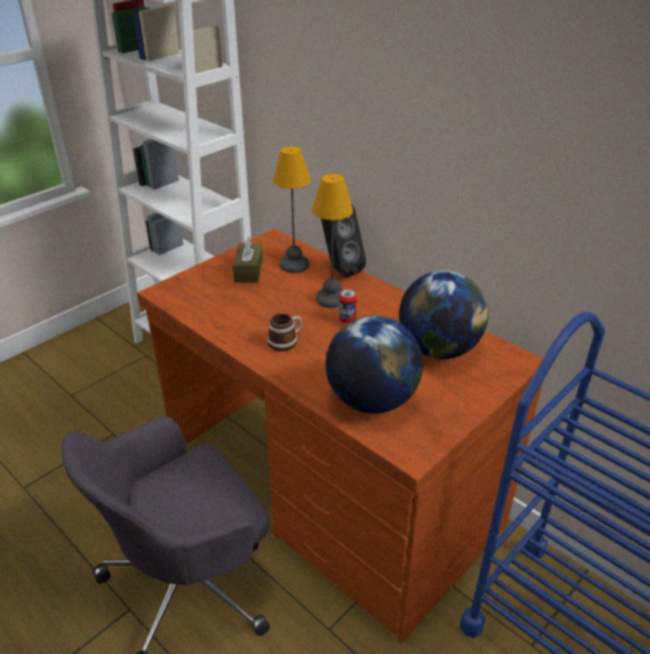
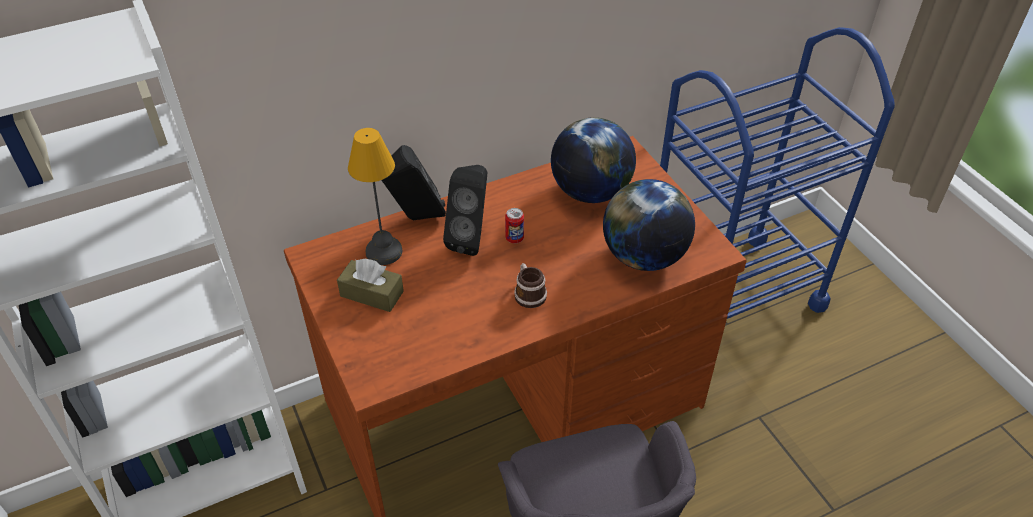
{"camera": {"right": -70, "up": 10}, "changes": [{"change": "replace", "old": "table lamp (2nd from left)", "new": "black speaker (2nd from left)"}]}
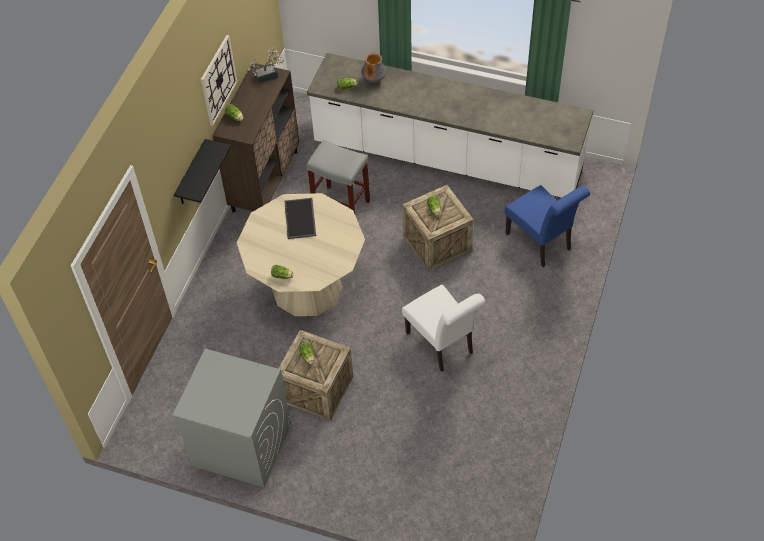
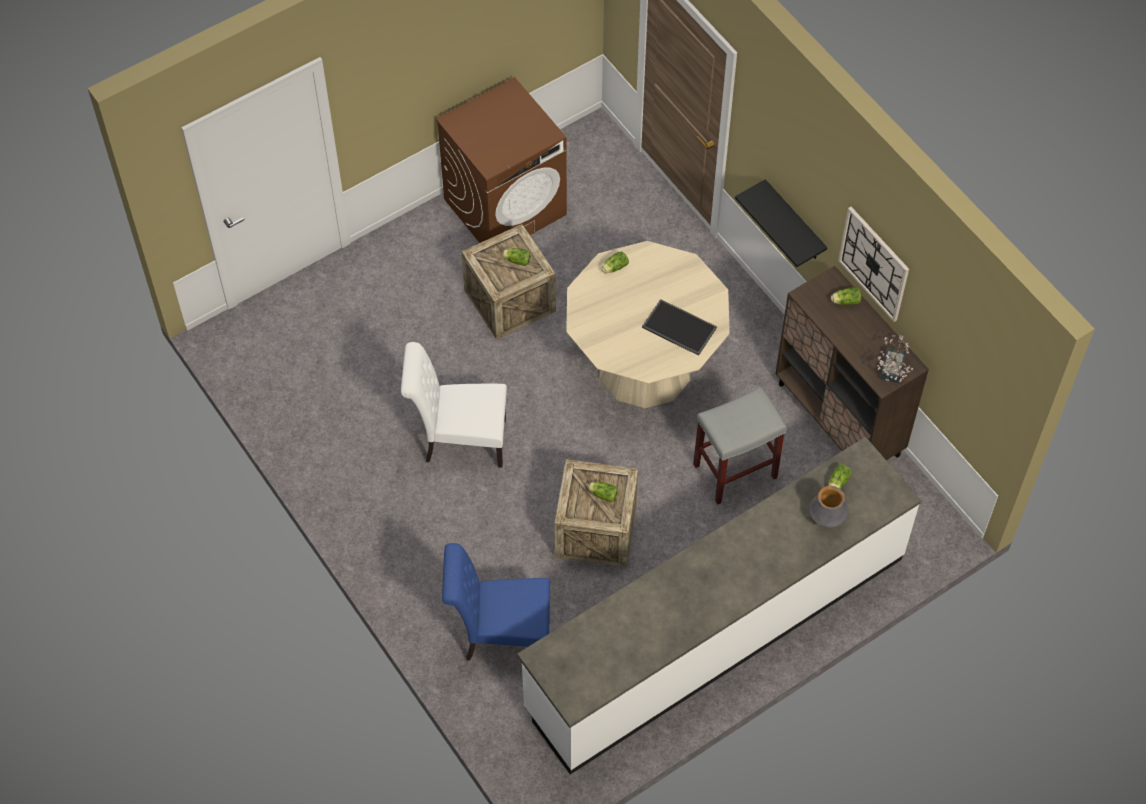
{"camera": {"right": 125, "up": 5}, "changes": [{"change": "recolor", "old": "grey washing machine", "new": "brown washing machine"}]}
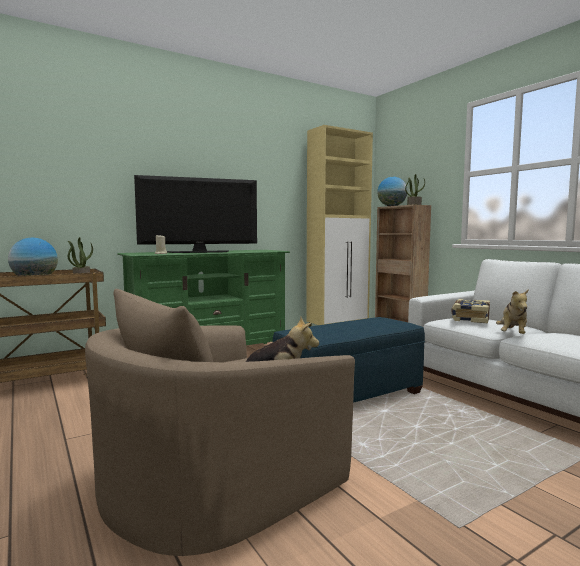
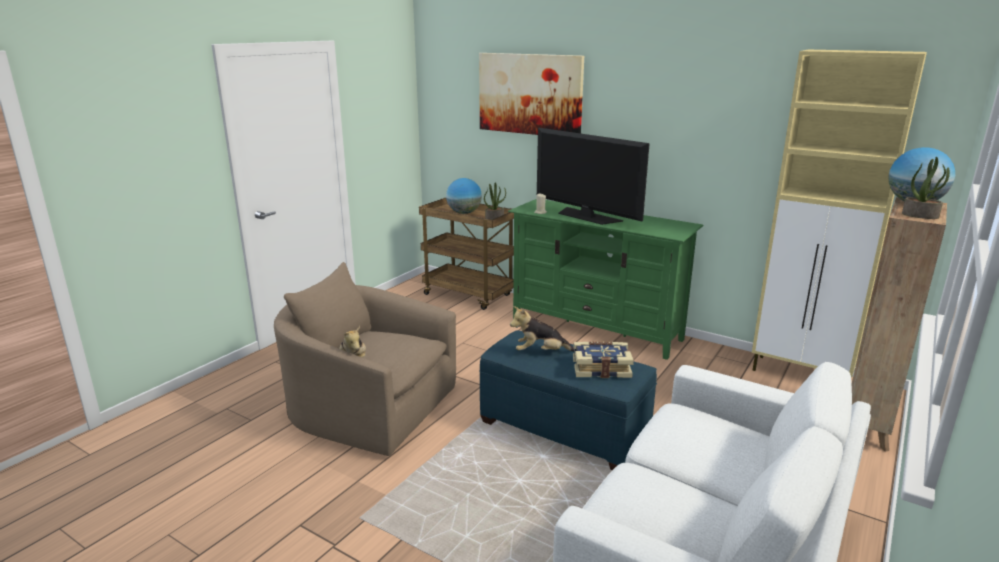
{"camera": {"right": 65, "up": 15}, "changes": [{"change": "move", "old": "plush toy (2nd from left)"}, {"change": "move", "old": "book"}, {"change": "insert", "new": "picture"}]}
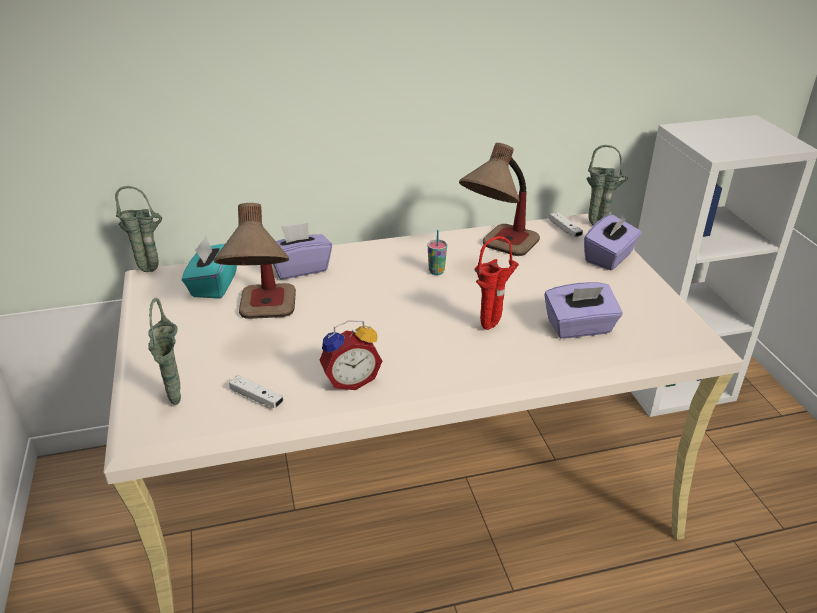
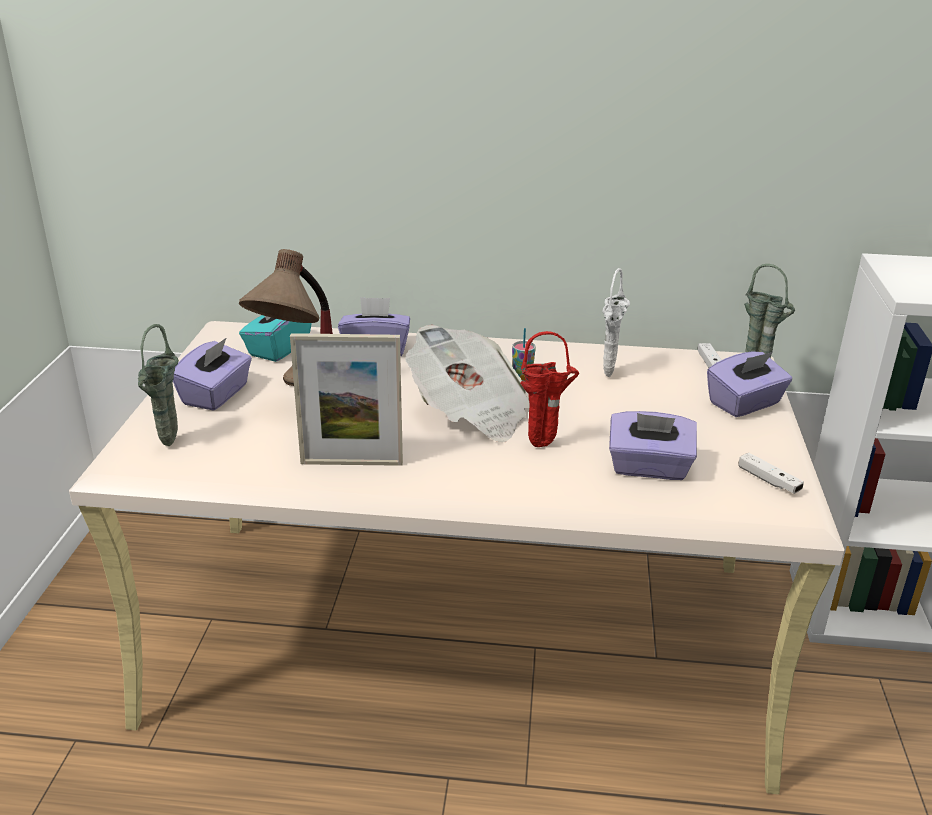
{"camera": {"right": 20, "up": -5}, "changes": [{"change": "replace", "old": "table lamp (2nd from left)", "new": "white vase"}, {"change": "delete", "old": "green vase (1st from left)"}, {"change": "replace", "old": "alarm clock", "new": "picture frame"}, {"change": "move", "old": "white game controller (1st from left in the first image)", "new": "white game controller (2nd from left)"}, {"change": "insert", "new": "newspaper"}, {"change": "insert", "new": "purple tissue box (1st from left)"}]}
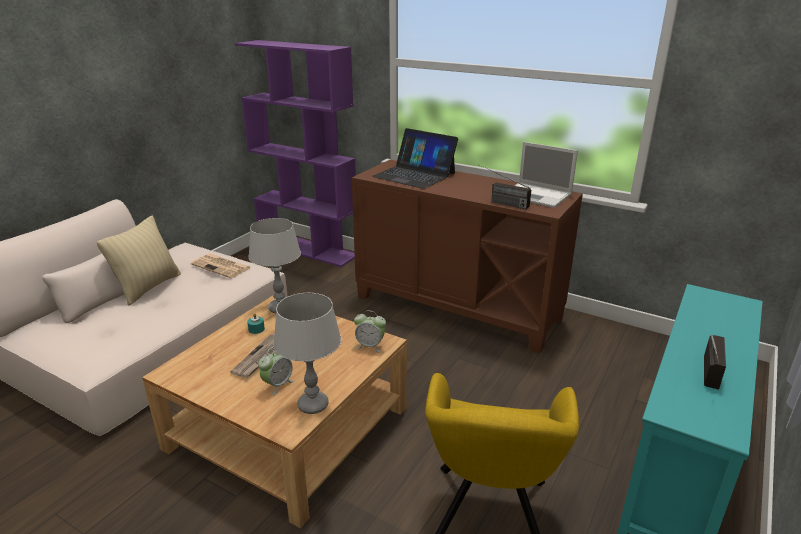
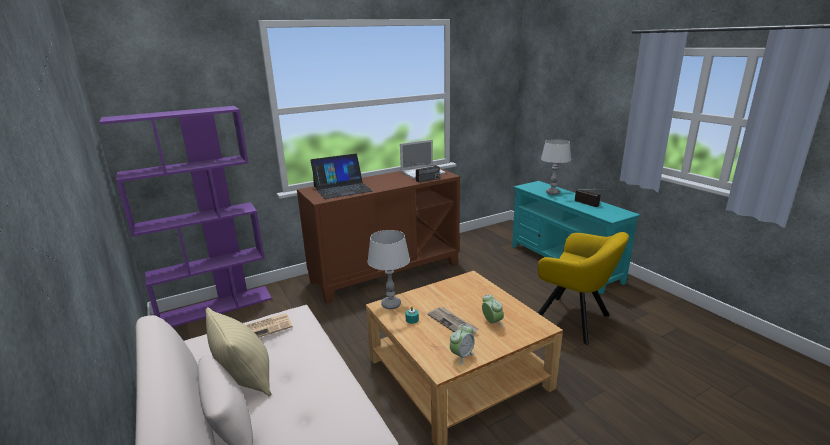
{"camera": {"right": -60, "up": -5}, "changes": [{"change": "move", "old": "grey table lamp (2nd from left)"}, {"change": "move", "old": "alarm clock (2nd from left in the first image)", "new": "alarm clock (1st from left)"}]}
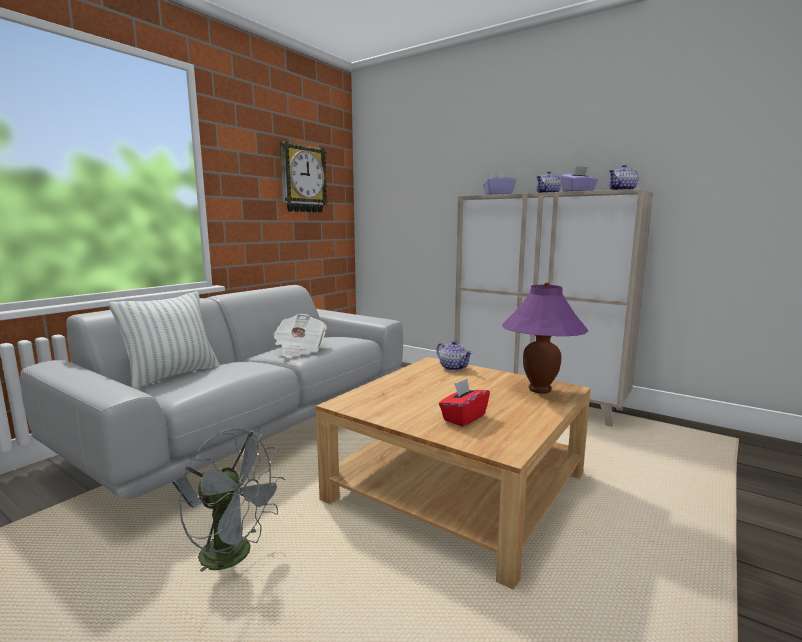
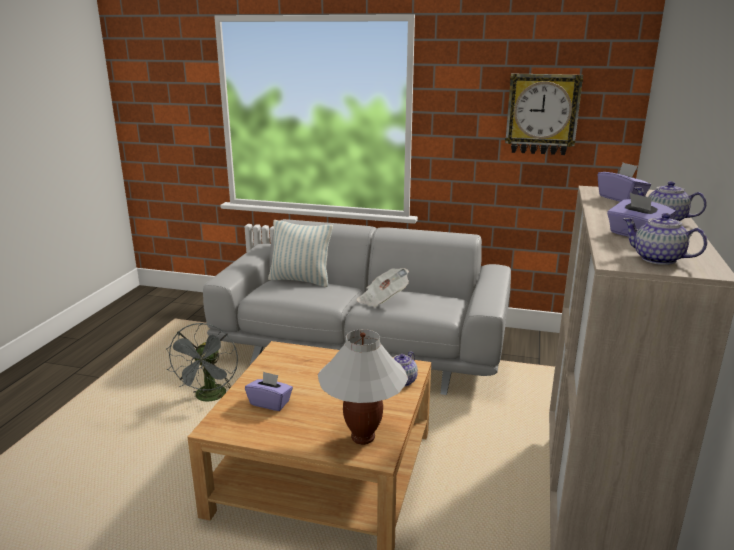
{"camera": {"right": 70, "up": 10}, "changes": [{"change": "recolor", "old": "purple table lamp", "new": "white table lamp"}, {"change": "recolor", "old": "red tissue box", "new": "purple tissue box (1st from left)"}]}
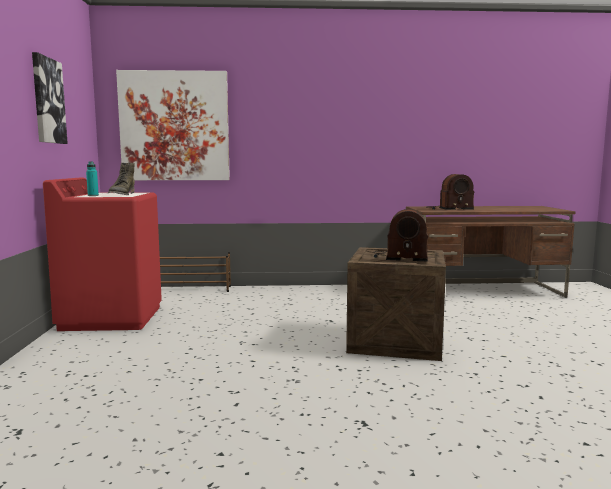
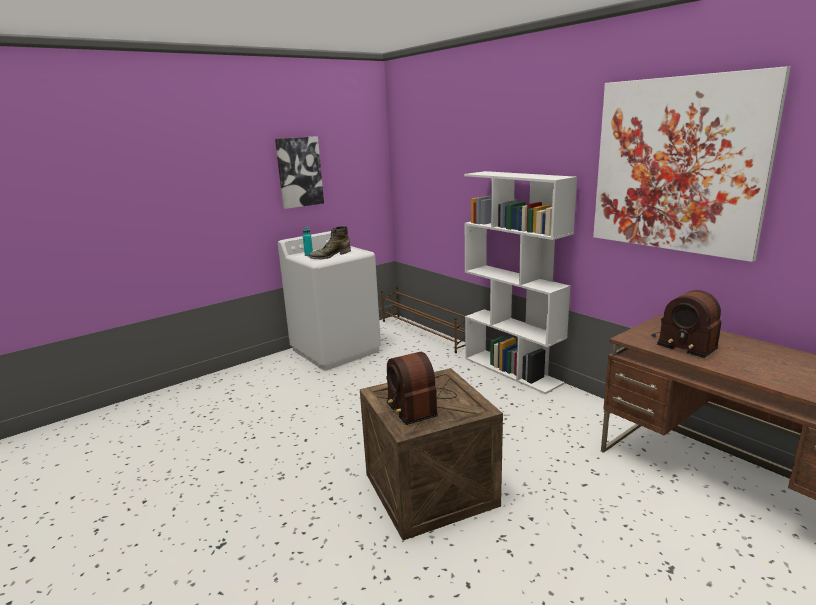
{"camera": {"right": 55, "up": 10}, "changes": [{"change": "move", "old": "picture (2nd from left)"}, {"change": "recolor", "old": "red washing machine", "new": "white washing machine"}, {"change": "insert", "new": "white bookcase"}]}
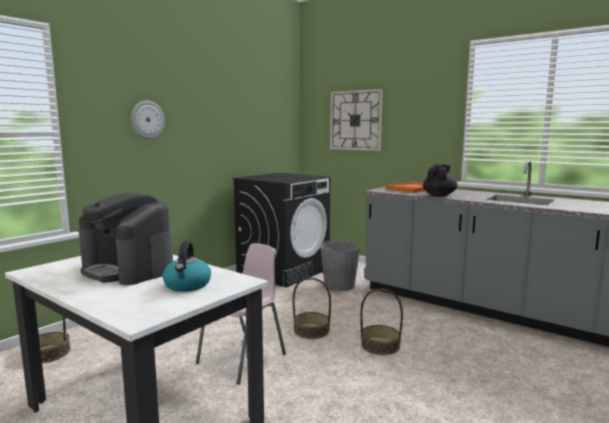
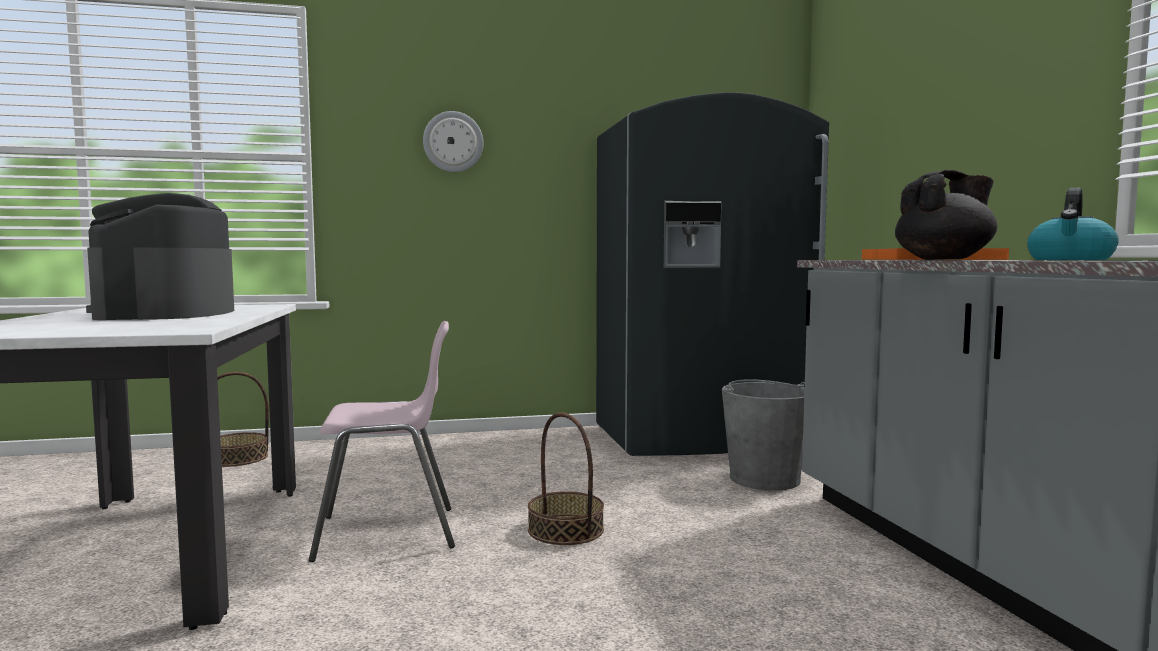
{"camera": {"right": 40, "up": -5}, "changes": [{"change": "delete", "old": "wall clock (2nd from left)"}, {"change": "replace", "old": "black washing machine", "new": "grey fridge"}, {"change": "move", "old": "kettle"}, {"change": "delete", "old": "basket (3rd from left)"}]}
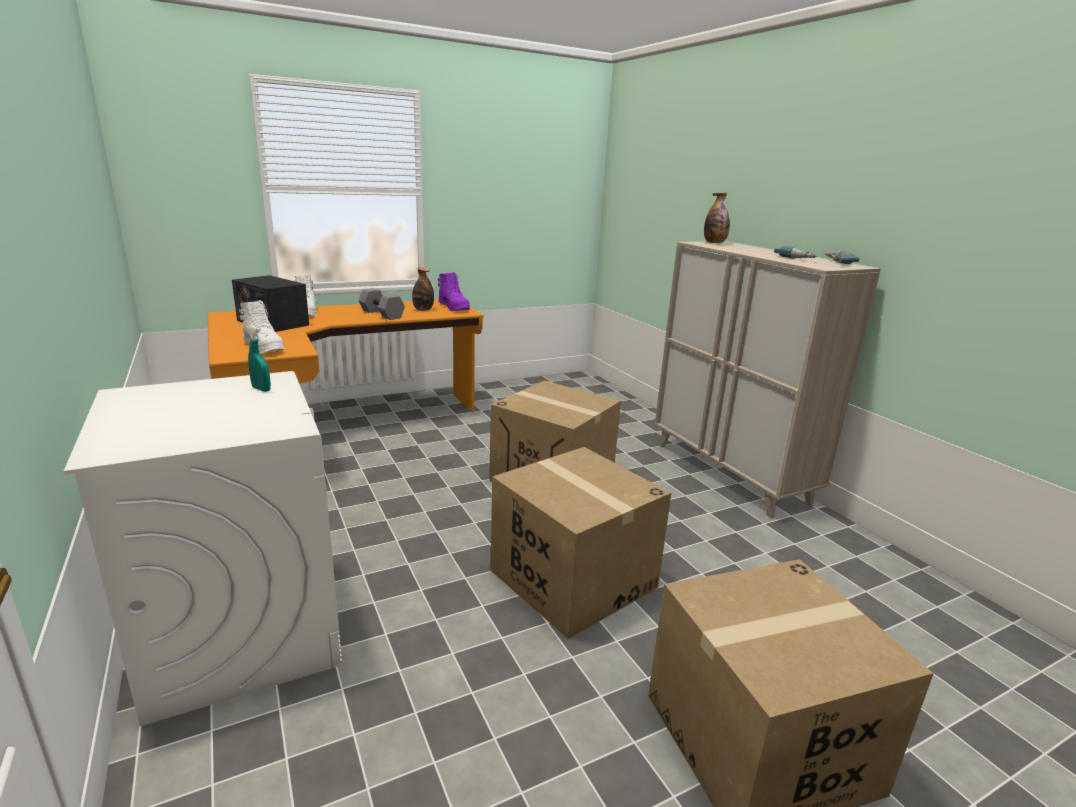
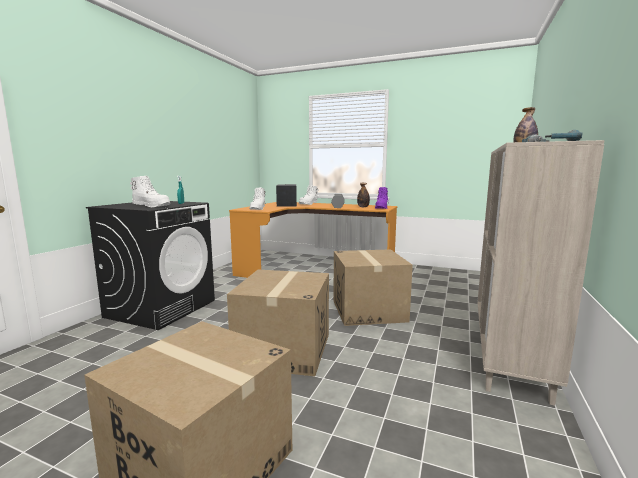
{"camera": {"right": 50, "up": -10}, "changes": [{"change": "recolor", "old": "white washing machine", "new": "black washing machine"}, {"change": "insert", "new": "white boot (1st from left)"}]}
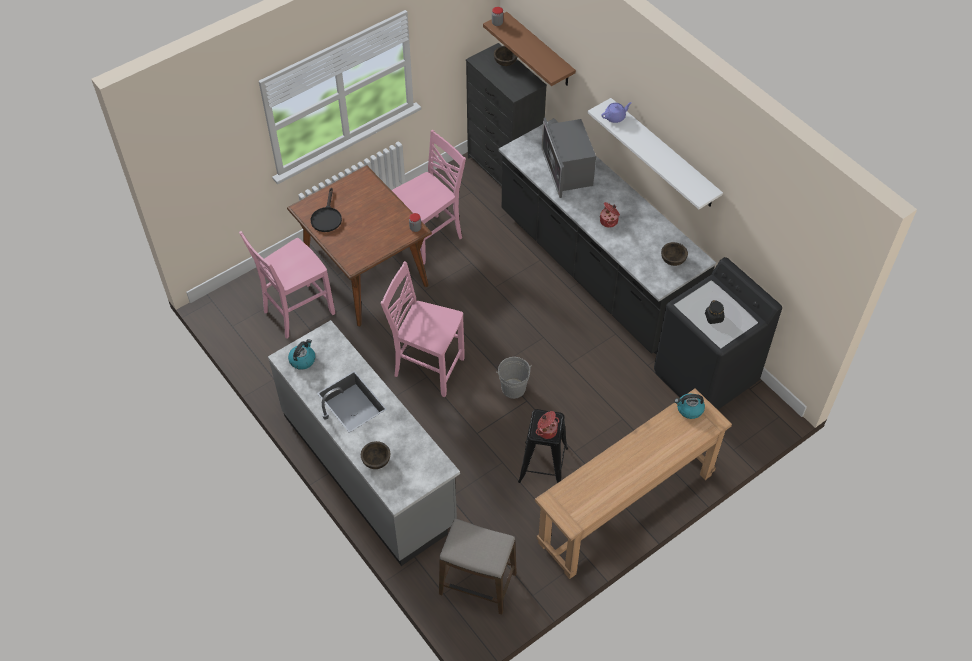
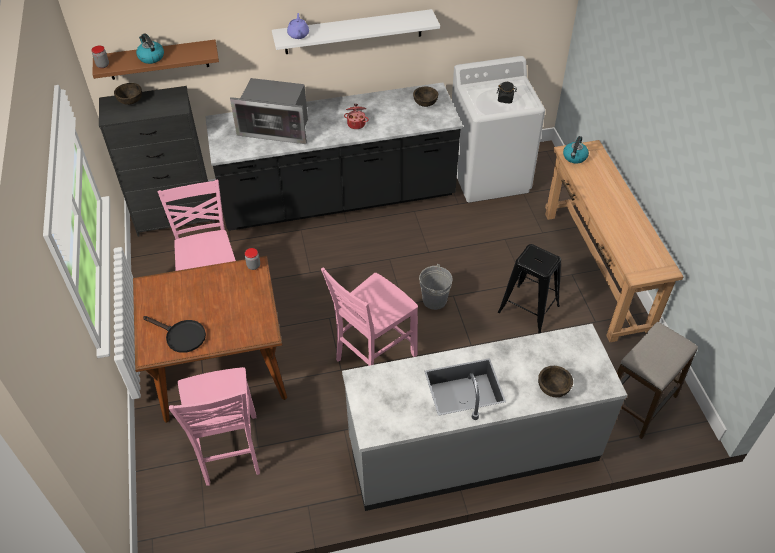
{"camera": {"right": -65, "up": -5}, "changes": [{"change": "recolor", "old": "black washing machine", "new": "white washing machine"}, {"change": "move", "old": "kettle (1st from left)"}, {"change": "delete", "old": "cooking pot (1st from left)"}]}
